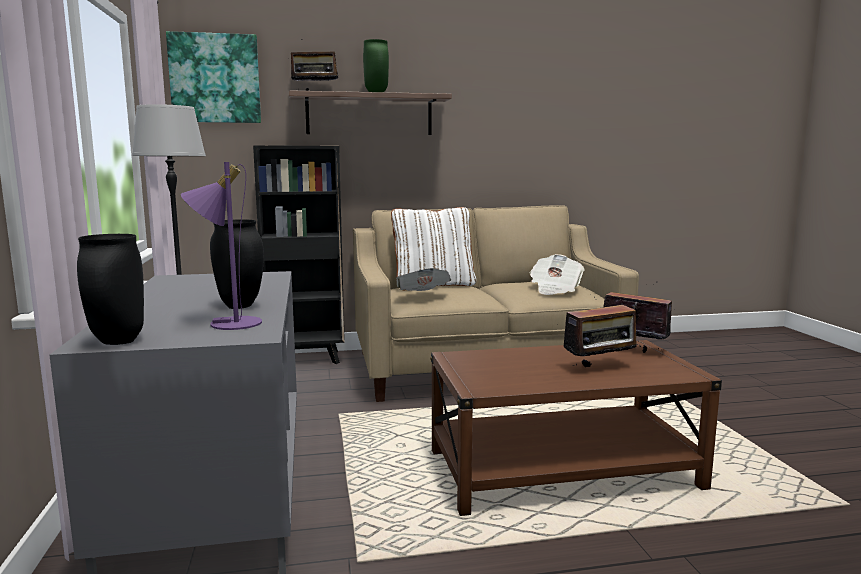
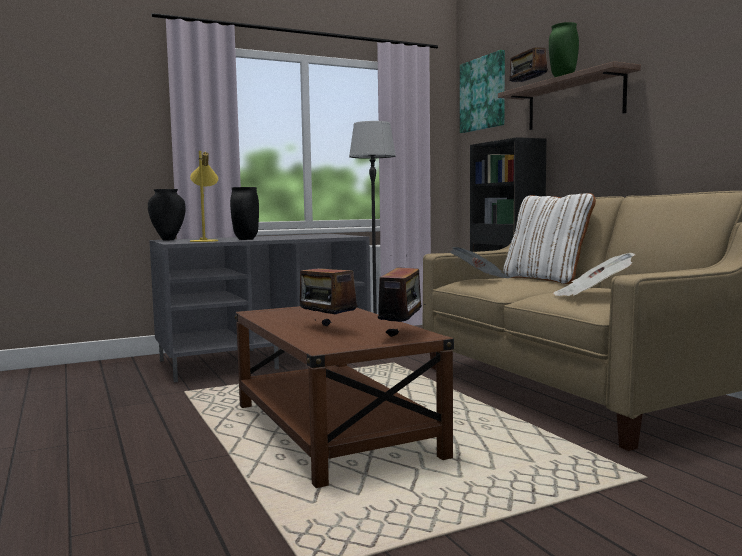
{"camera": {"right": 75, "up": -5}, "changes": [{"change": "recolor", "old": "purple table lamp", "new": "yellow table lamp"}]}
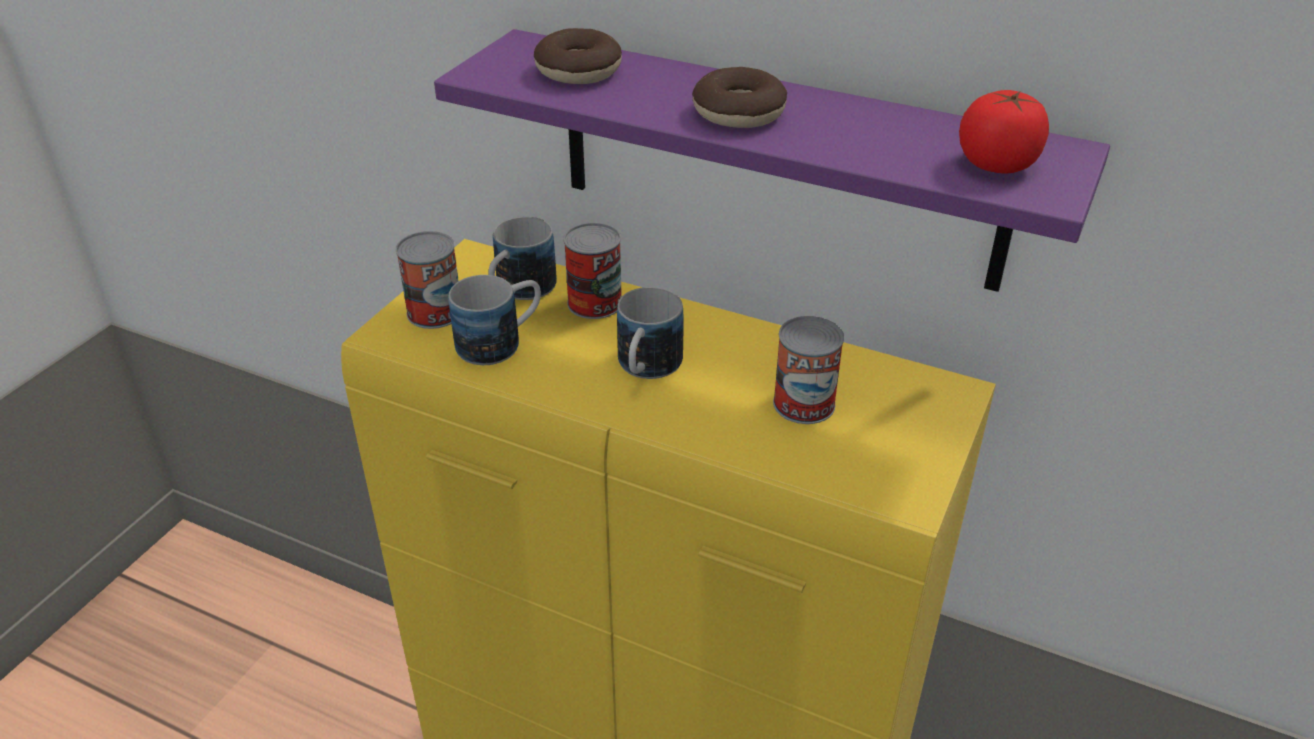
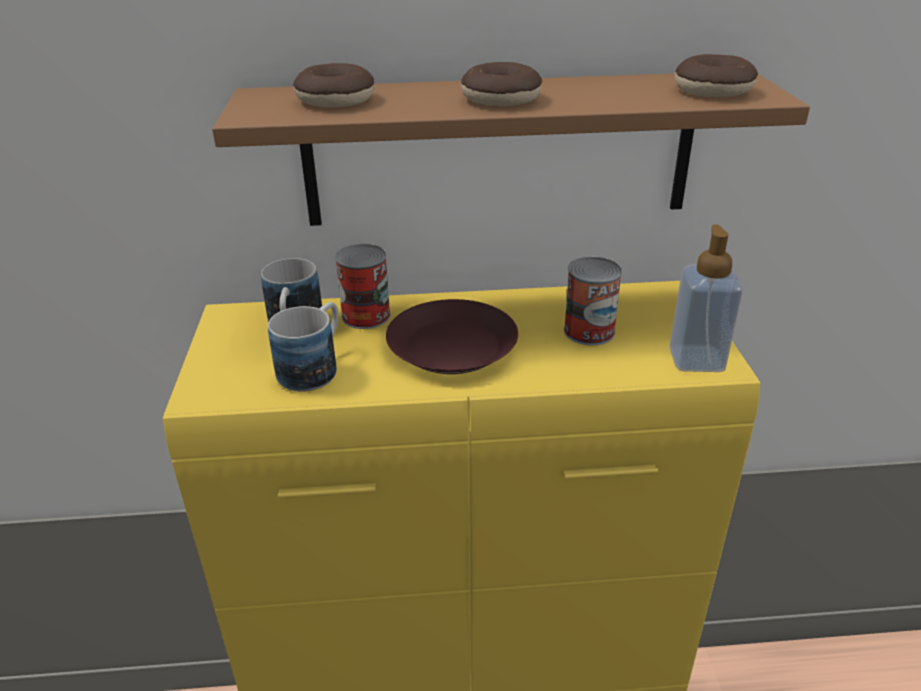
{"camera": {"right": -30, "up": -5}, "changes": [{"change": "recolor", "old": "purple shelf", "new": "brown shelf"}, {"change": "replace", "old": "tomato", "new": "donut (3rd from left)"}, {"change": "delete", "old": "can (1st from left)"}, {"change": "replace", "old": "mug (3rd from left)", "new": "brown plate"}, {"change": "insert", "new": "soap dispenser"}]}
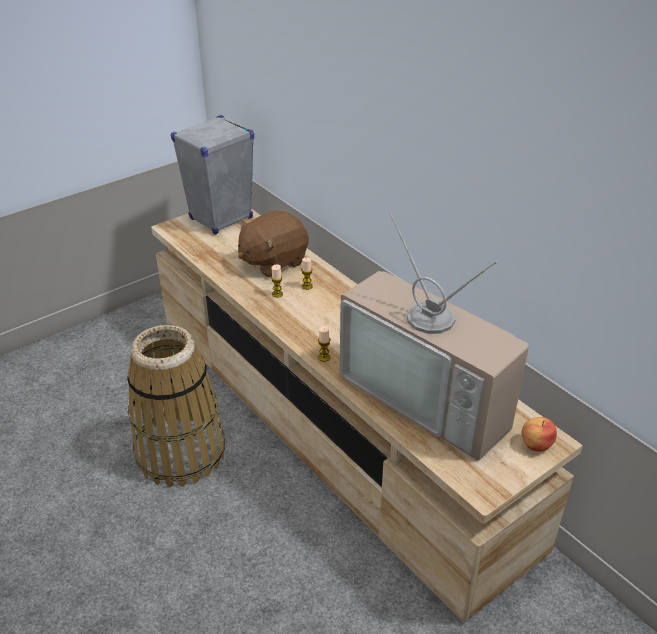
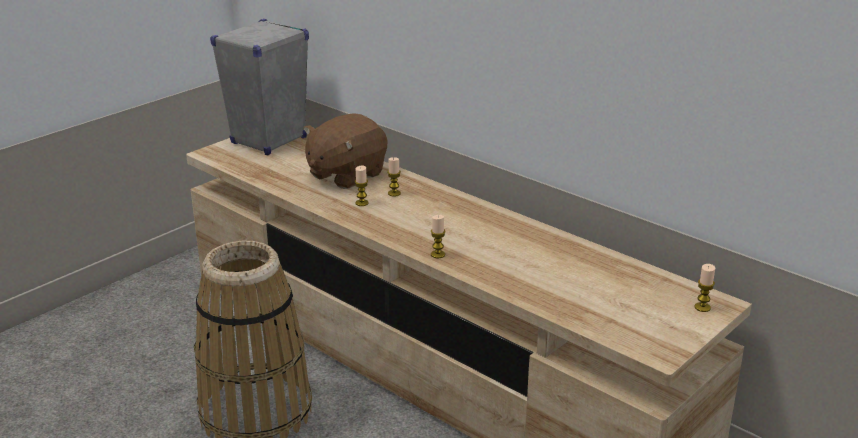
{"camera": {"right": -10, "up": -10}, "changes": [{"change": "delete", "old": "television"}, {"change": "replace", "old": "apple", "new": "candle (4th from left)"}]}
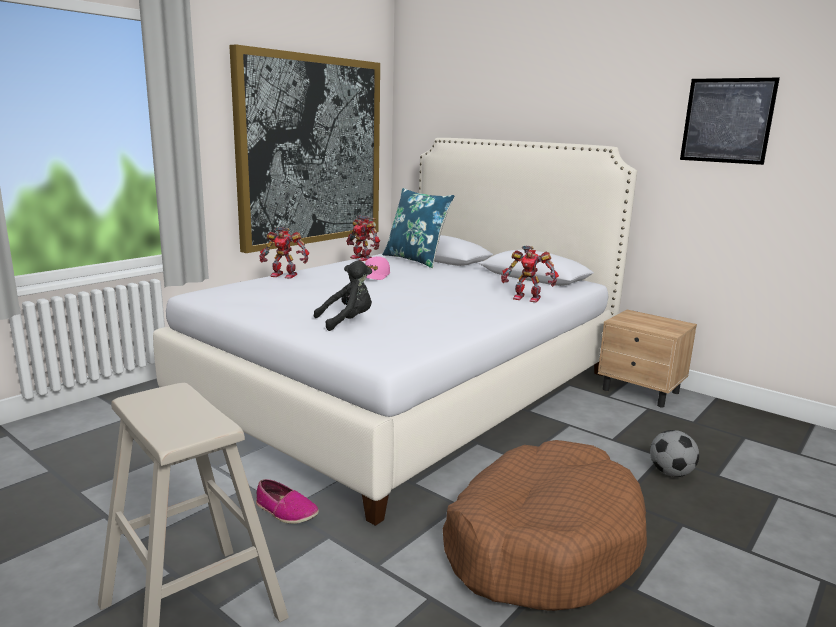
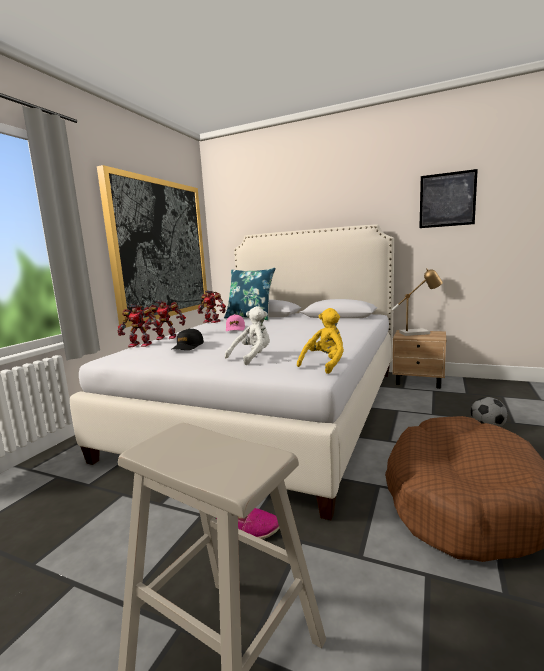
{"camera": {"right": -15, "up": -5}, "changes": [{"change": "move", "old": "toy robot (3rd from left in the first image)", "new": "toy robot (1st from left)"}, {"change": "recolor", "old": "black plush toy", "new": "white plush toy"}, {"change": "insert", "new": "table lamp"}, {"change": "insert", "new": "yellow plush toy"}, {"change": "insert", "new": "black cap"}]}
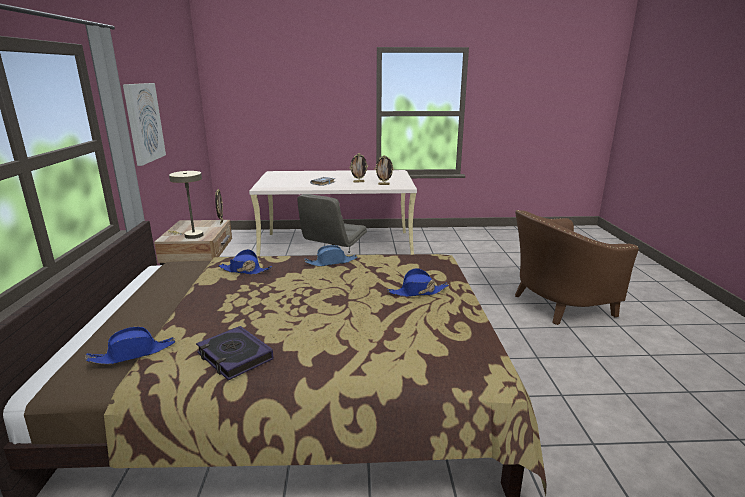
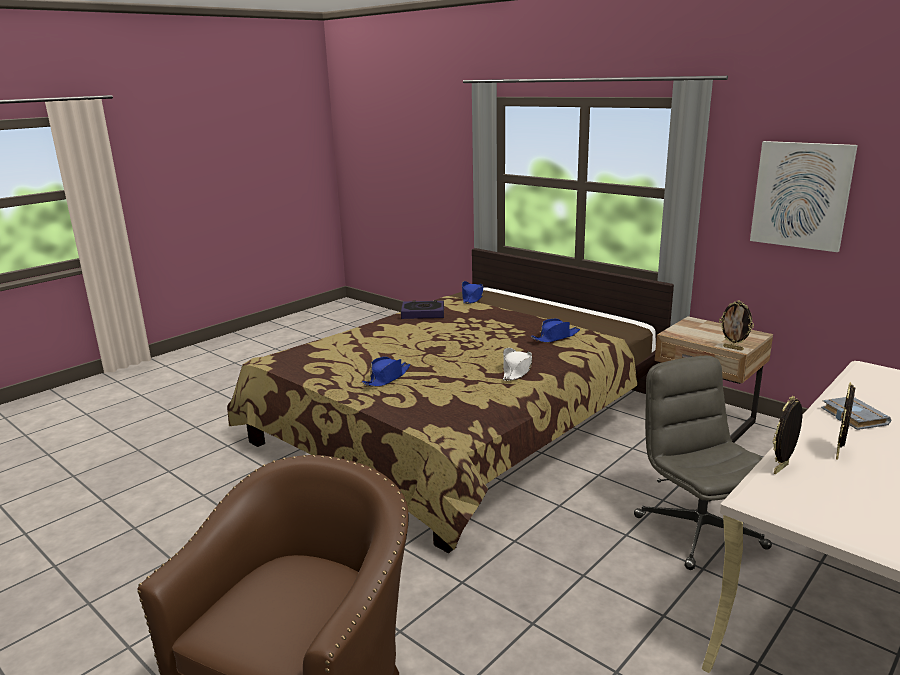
{"camera": {"right": 135, "up": 0}, "changes": [{"change": "delete", "old": "beige table lamp"}, {"change": "recolor", "old": "blue hat (3rd from left)", "new": "white hat"}]}
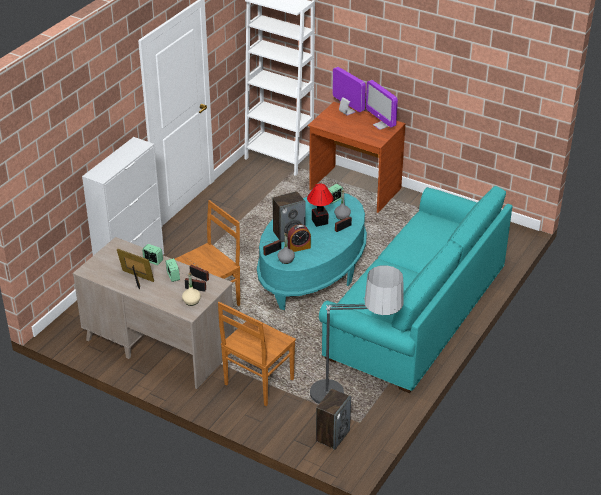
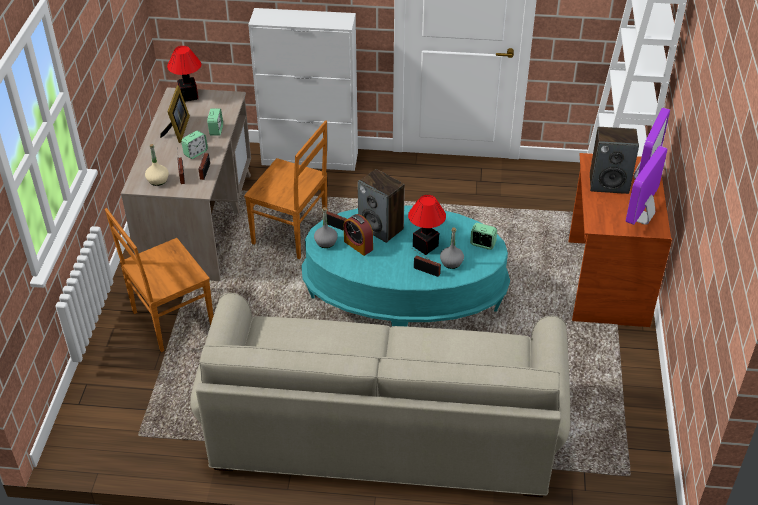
{"camera": {"right": 65, "up": 5}, "changes": [{"change": "recolor", "old": "turquoise sofa", "new": "beige sofa"}, {"change": "delete", "old": "floor lamp"}, {"change": "rotate", "old": "brown chair (2nd from left in the first image)", "degrees": -45}, {"change": "move", "old": "speaker (2nd from left)"}, {"change": "insert", "new": "table lamp (1st from left)"}]}
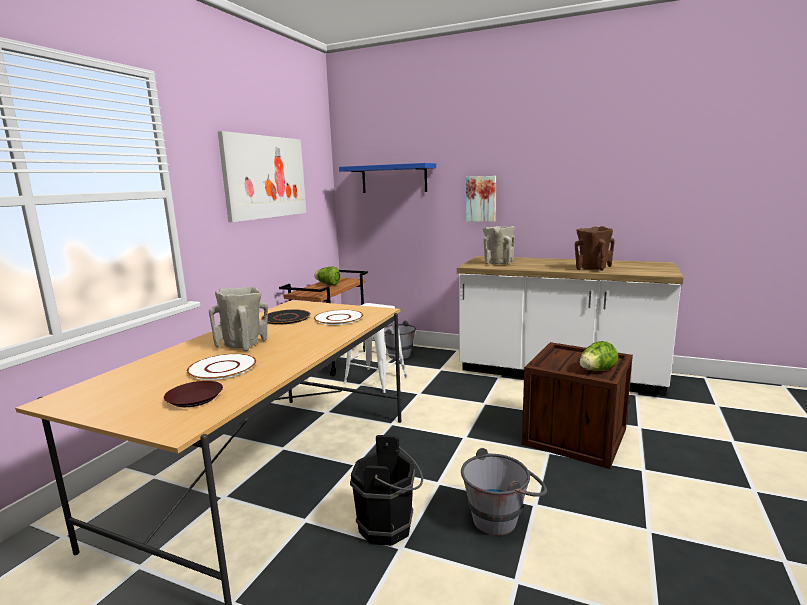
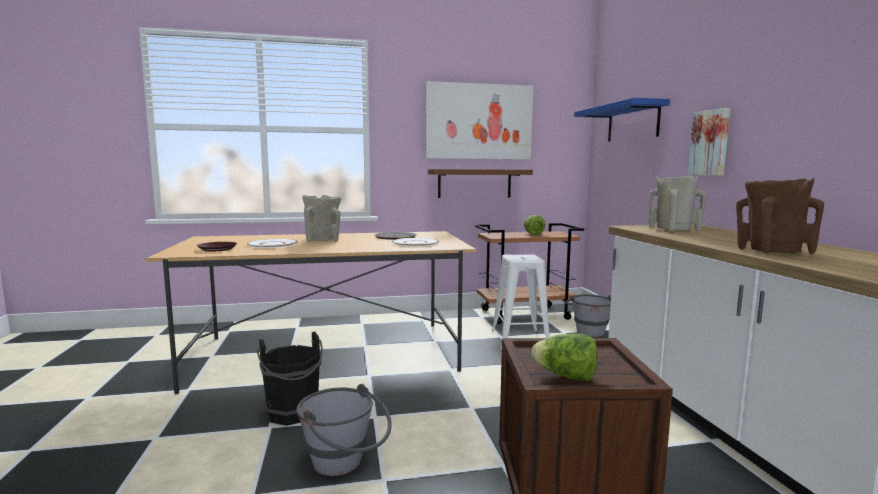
{"camera": {"right": 55, "up": -5}, "changes": [{"change": "insert", "new": "brown shelf"}]}
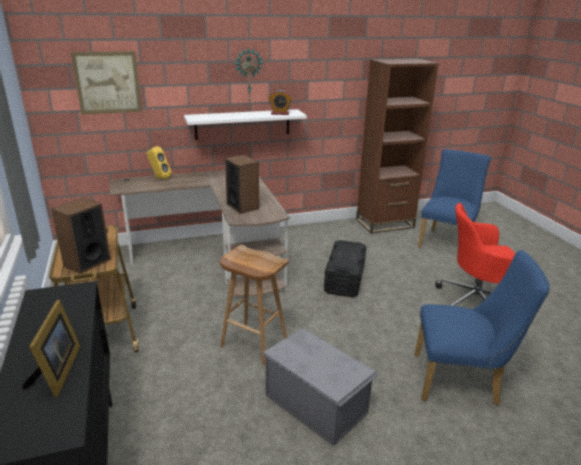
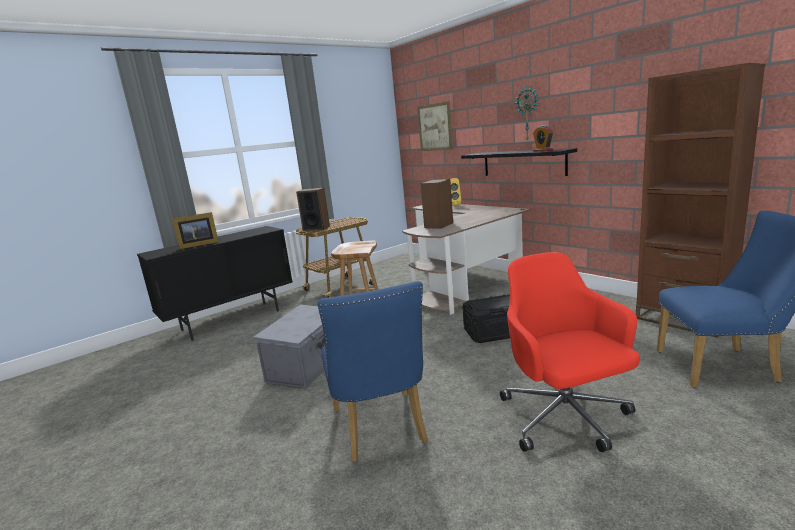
{"camera": {"right": 70, "up": -10}, "changes": [{"change": "recolor", "old": "white shelf", "new": "black shelf"}]}
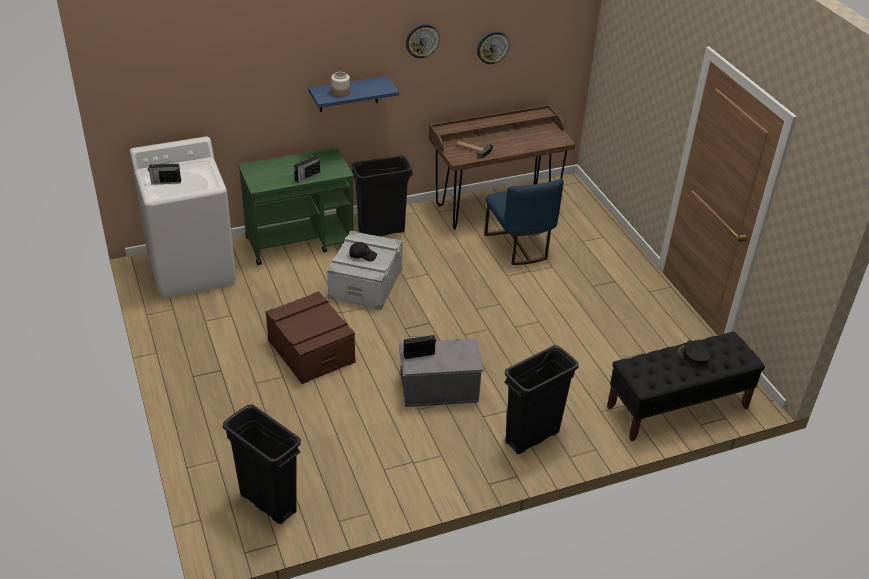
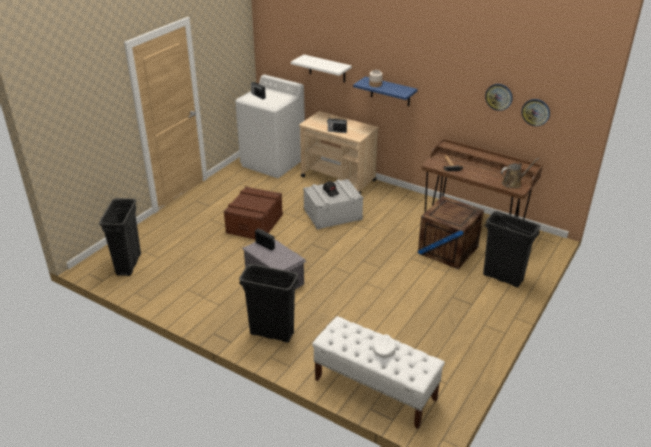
{"camera": {"right": 55, "up": -5}, "changes": [{"change": "move", "old": "wall clock (1st from left in the first image)", "new": "wall clock (2nd from left)"}, {"change": "recolor", "old": "green cart", "new": "beige cart"}, {"change": "move", "old": "black trash can (2nd from left in the first image)", "new": "black trash can (3rd from left)"}, {"change": "replace", "old": "blue chair", "new": "crate"}, {"change": "recolor", "old": "black bench", "new": "white bench"}, {"change": "recolor", "old": "black cap (2nd from left)", "new": "white cap"}, {"change": "insert", "new": "white shelf"}, {"change": "insert", "new": "brown watering can"}]}
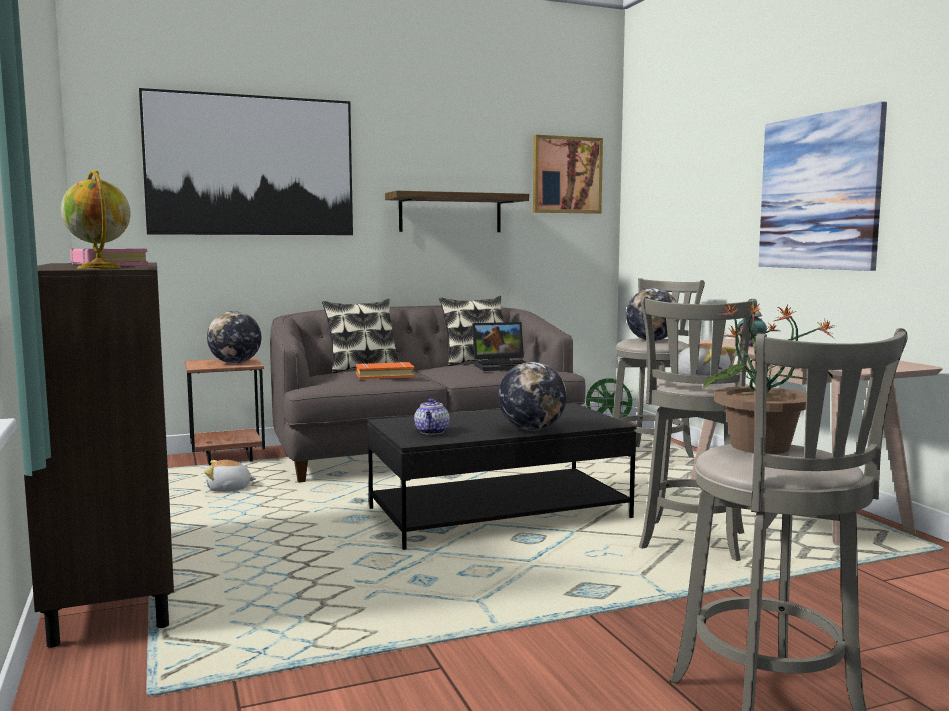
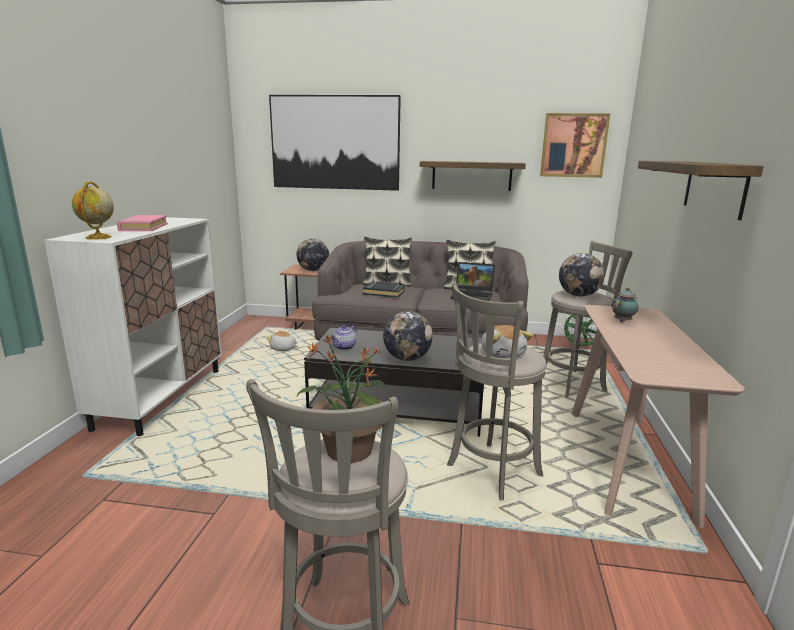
{"camera": {"right": 30, "up": 10}, "changes": [{"change": "replace", "old": "picture (3rd from left)", "new": "shelf (2nd from left)"}, {"change": "recolor", "old": "brown cabinet", "new": "white cabinet"}, {"change": "recolor", "old": "orange book", "new": "black book"}]}
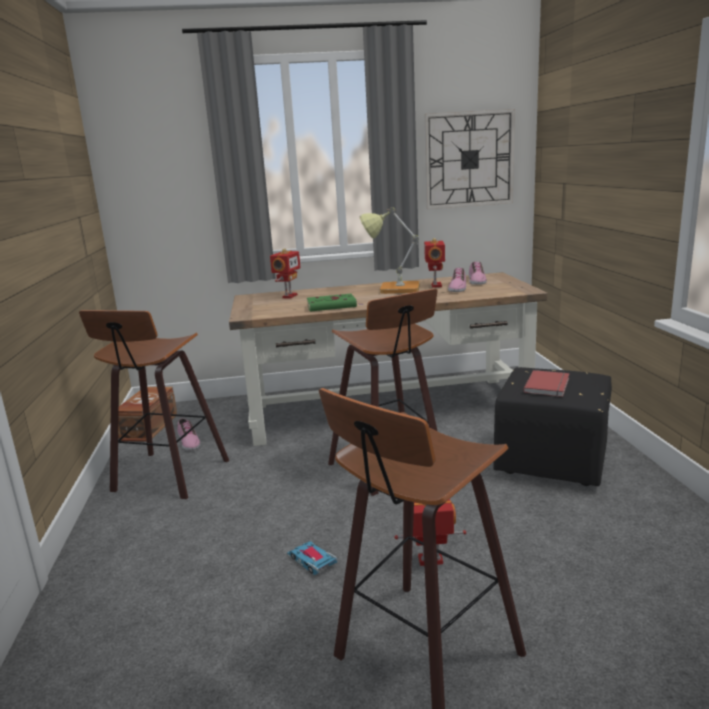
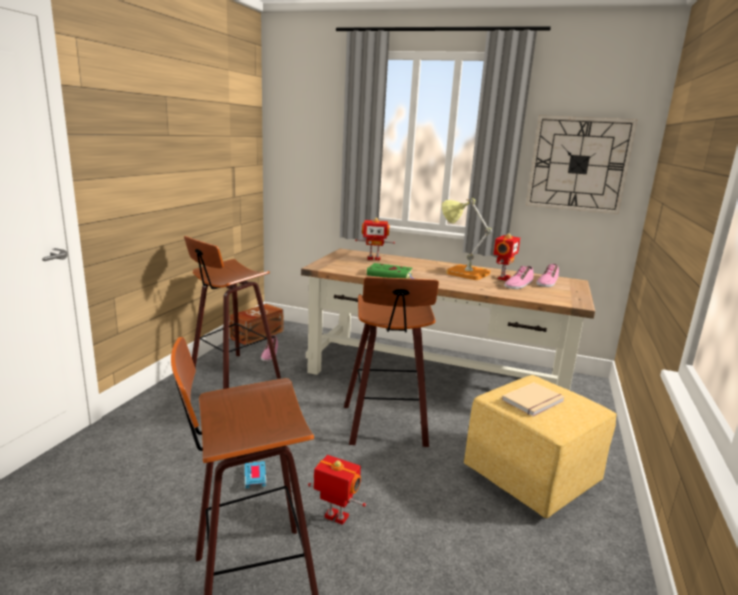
{"camera": {"right": 25, "up": 0}, "changes": [{"change": "rotate", "old": "toy robot (1st from left in the first image)", "degrees": 45}, {"change": "recolor", "old": "black ottoman", "new": "yellow ottoman"}, {"change": "recolor", "old": "red book", "new": "beige book"}]}
